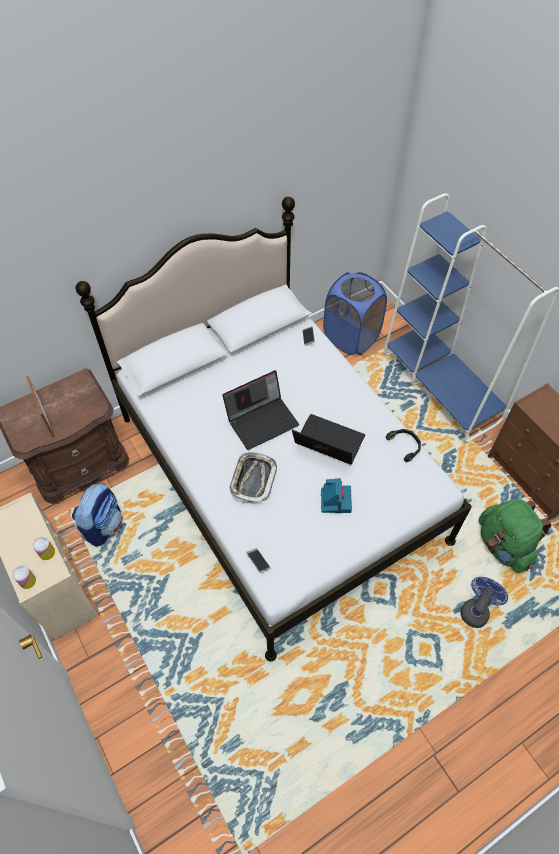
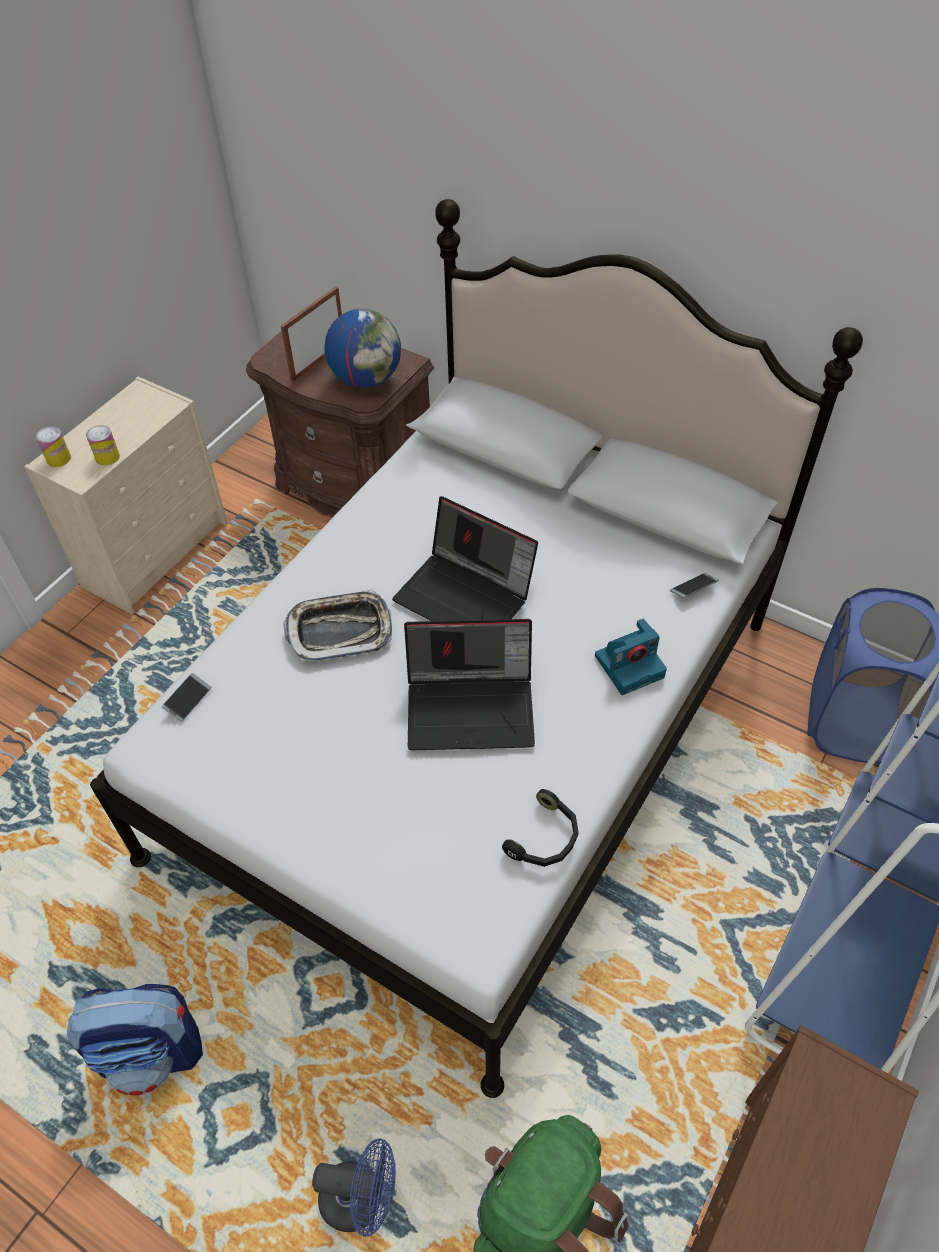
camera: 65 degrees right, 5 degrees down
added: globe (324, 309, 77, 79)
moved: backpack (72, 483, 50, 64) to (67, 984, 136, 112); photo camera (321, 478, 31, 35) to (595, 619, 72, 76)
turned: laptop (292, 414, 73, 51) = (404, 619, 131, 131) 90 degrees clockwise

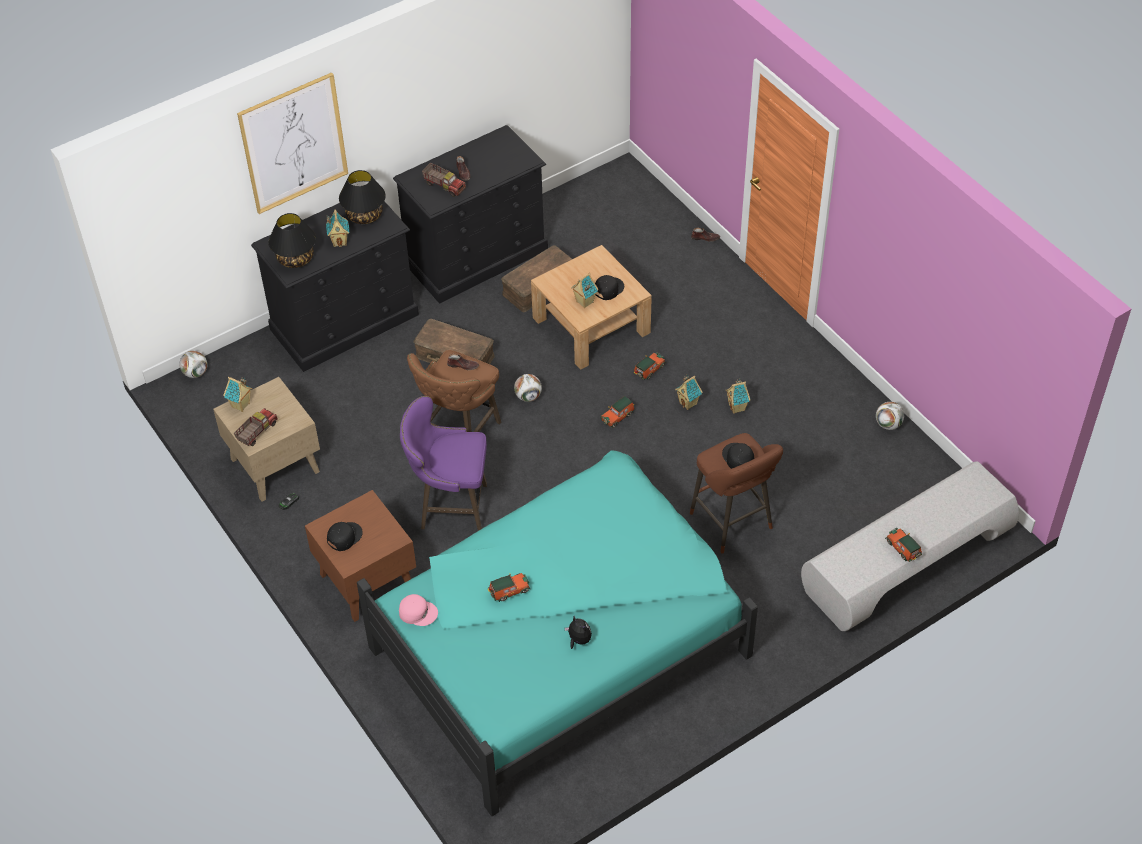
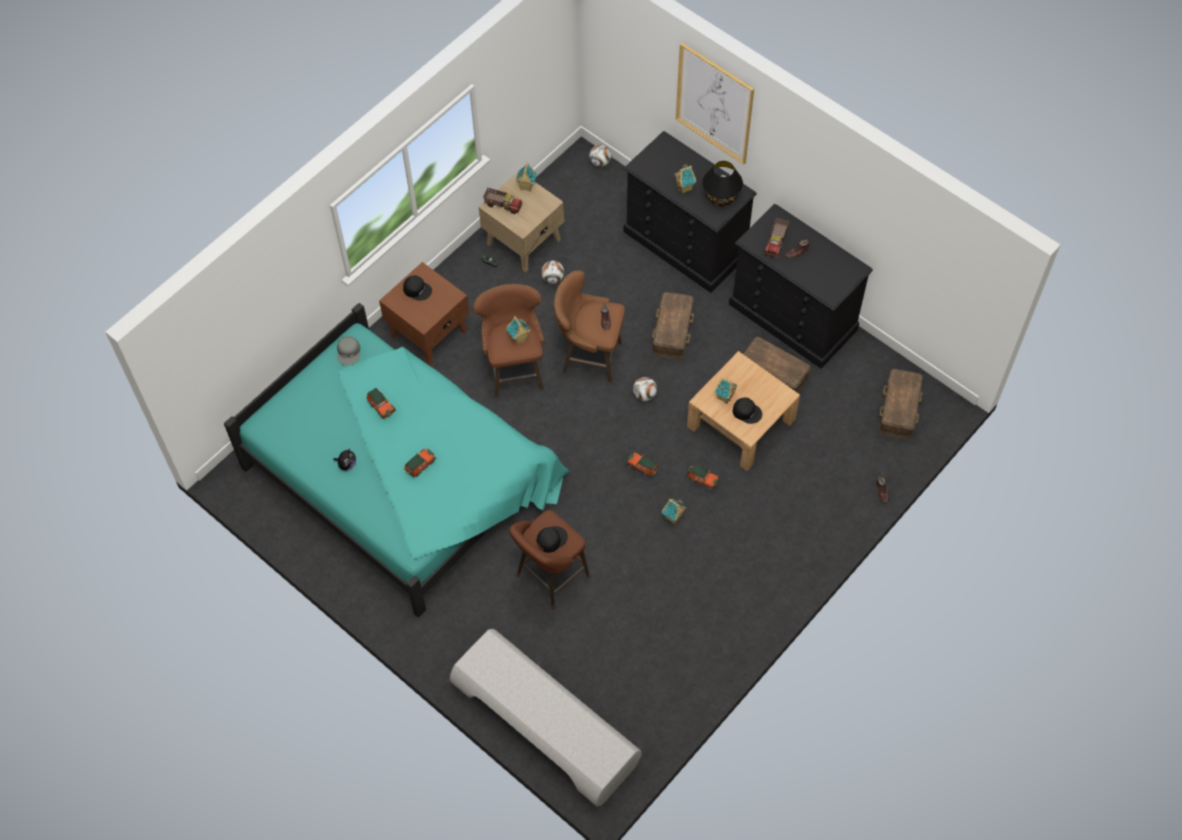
camera: 75 degrees right, 10 degrees up
removed: black table lamp (268, 213, 48, 55)
added: brown storage box (879, 369, 44, 71)
moved: toy house (726, 380, 24, 34) to (506, 316, 25, 29); football (876, 402, 28, 28) to (541, 261, 23, 23); toy car (885, 528, 37, 34) to (404, 449, 32, 28)
recoloured: pink cap (399, 594, 39, 32) to grey cap (337, 336, 23, 29); purple stool (400, 396, 87, 135) to brown stool (473, 284, 71, 113)

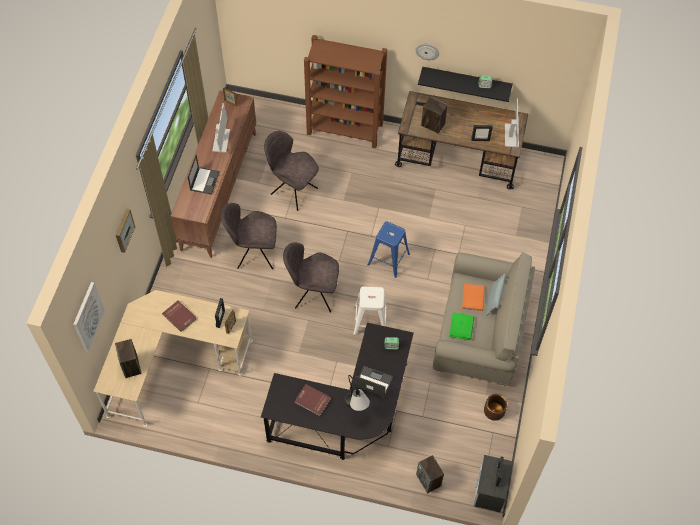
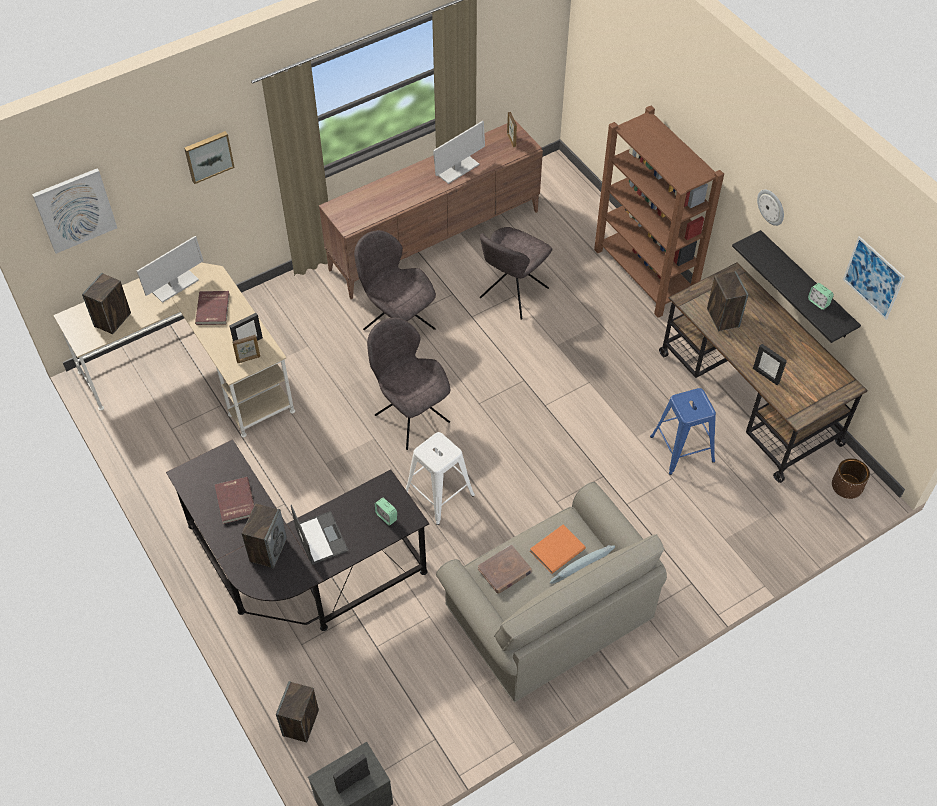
camera: 45 degrees right, 5 degrees down
removed: laptop (188, 154, 32, 41)
added: picture (843, 236, 62, 84)
moved: blue stool (368, 222, 42, 56) to (650, 388, 66, 87); brown planter (484, 394, 23, 27) to (832, 458, 38, 41); monitor (505, 98, 14, 50) to (137, 236, 66, 67)
replaced: table lamp (344, 375, 26, 36) to speaker (242, 503, 45, 66)
recoloured: green book (449, 312, 25, 28) to brown book (478, 545, 54, 49)
turned: grey chair (264, 131, 55, 80) = (480, 227, 73, 93) 135 degrees counterclockwise

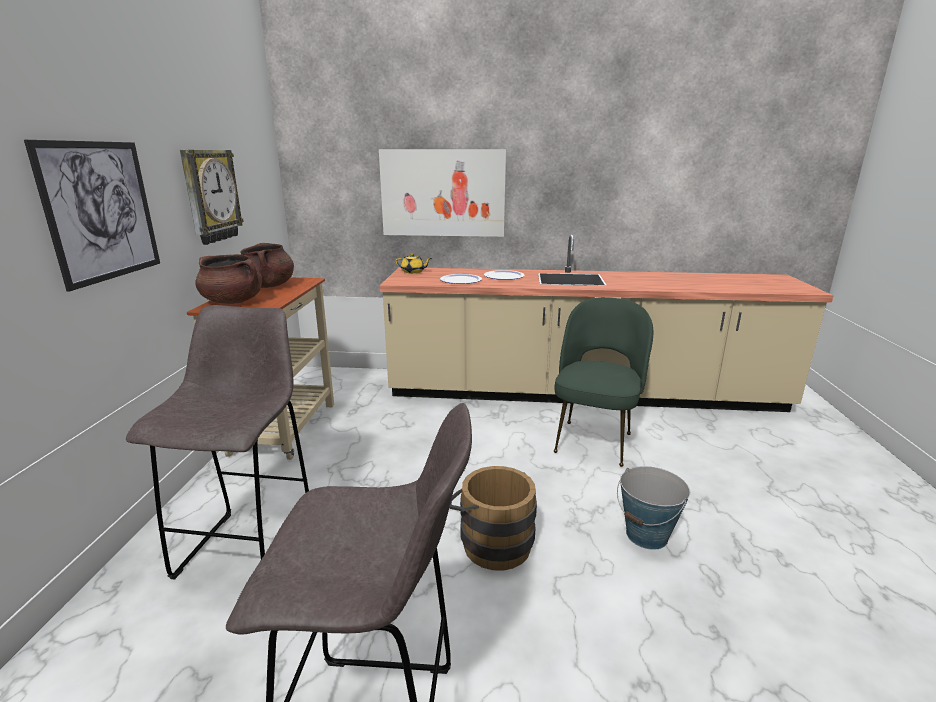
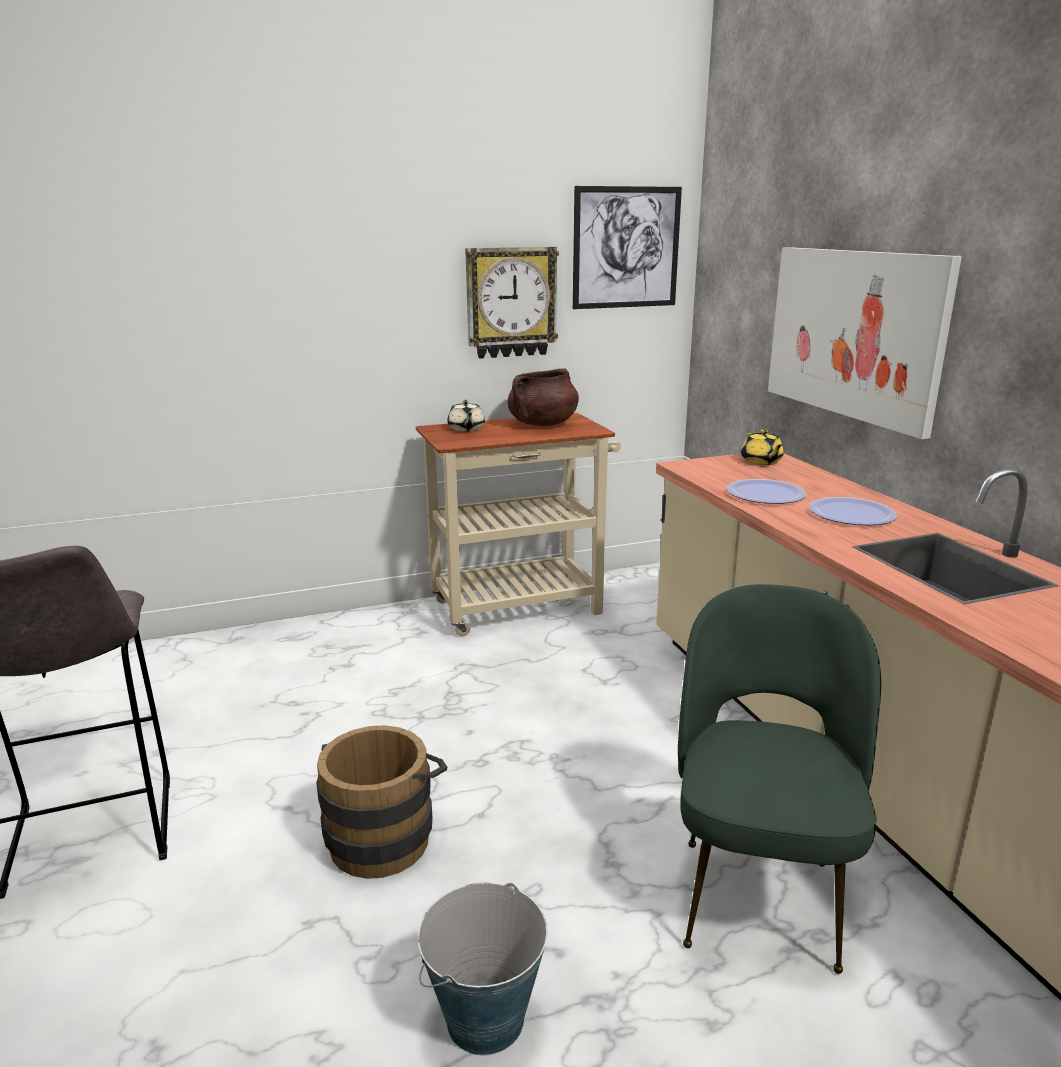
camera: 65 degrees right, 0 degrees up
removed: grey stool (126, 305, 183, 275)
moved: picture (24, 140, 136, 151) to (573, 186, 109, 123)
replaced: brown cooking pot (195, 254, 67, 50) to beige teapot (447, 400, 38, 32)
turned: green chair (554, 297, 99, 170) = (678, 584, 203, 390) 75 degrees counterclockwise

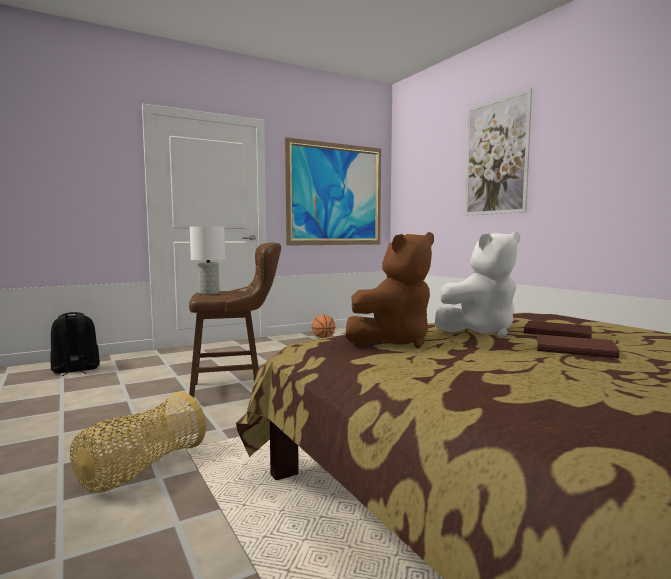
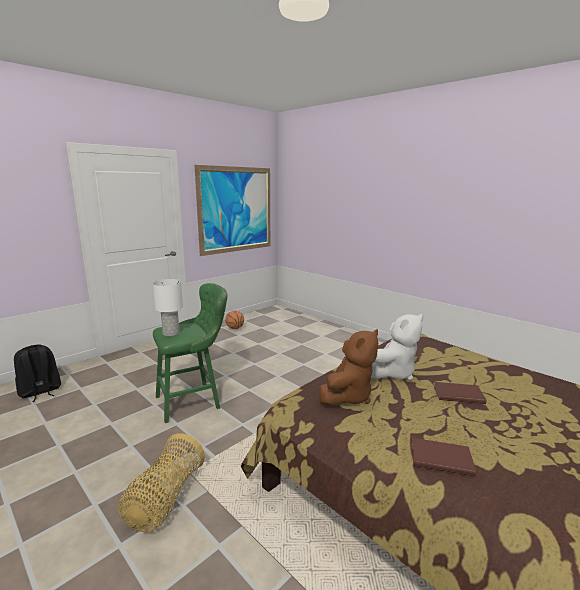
camera: 15 degrees left, 10 degrees up
removed: picture (465, 88, 67, 128)
moved: brown book (524, 321, 68, 18) to (411, 438, 65, 38)
recoloured: brown stool (188, 242, 93, 164) to green stool (153, 283, 75, 140)

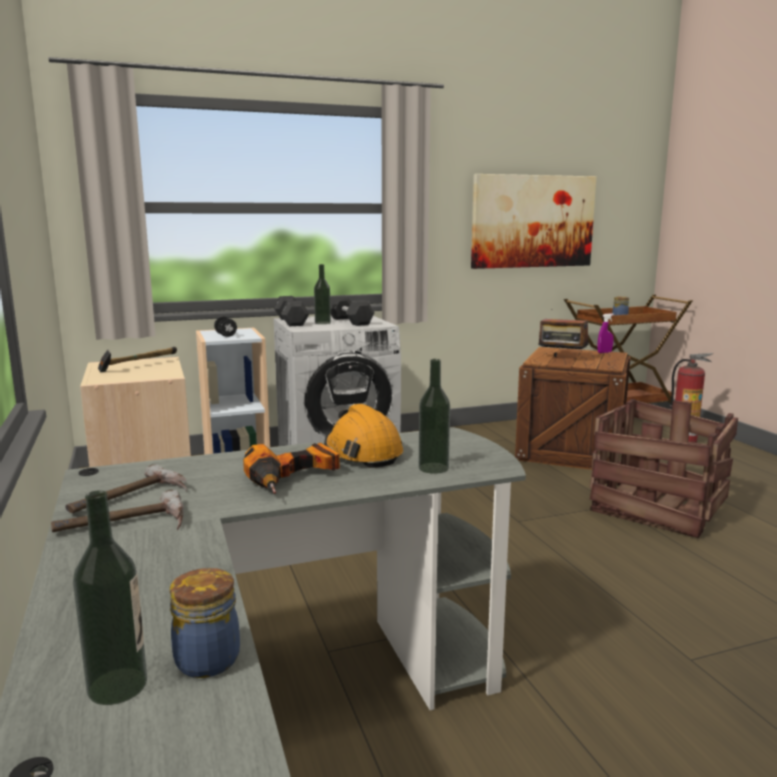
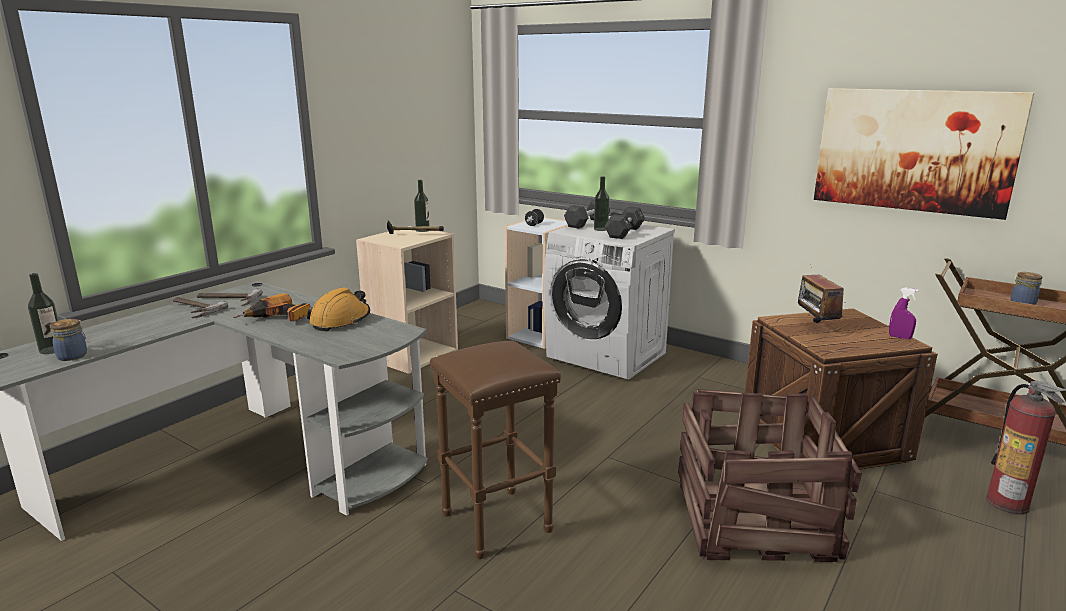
camera: 55 degrees right, 5 degrees up
added: brown stool (430, 341, 131, 218)
moved: bottle (419, 359, 31, 115) to (414, 180, 16, 52)

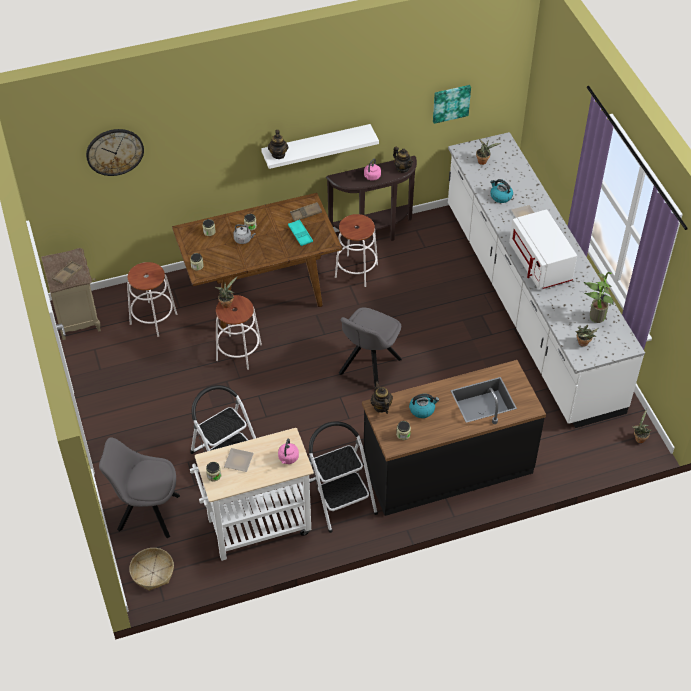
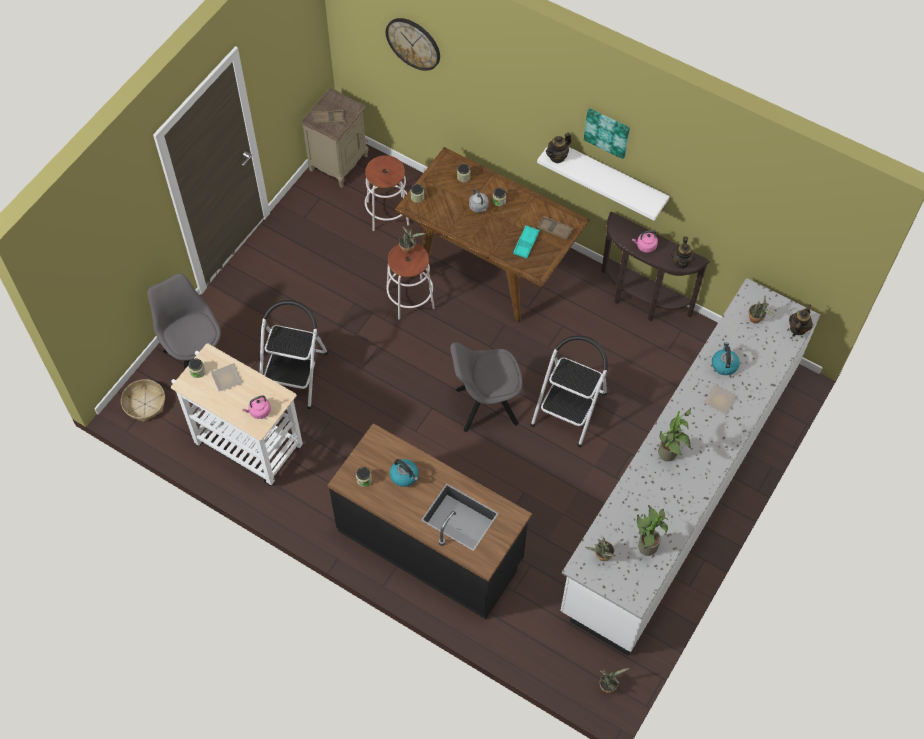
camera: 50 degrees right, 10 degrees up
removed: white stool (335, 214, 43, 73)
moved: step ladder (309, 421, 69, 112) to (530, 336, 78, 111); teapot (371, 381, 22, 33) to (789, 304, 24, 33); picture (433, 85, 38, 39) to (584, 108, 46, 51)
replaced: white microwave (509, 209, 68, 80) to potted plant (658, 408, 33, 54)

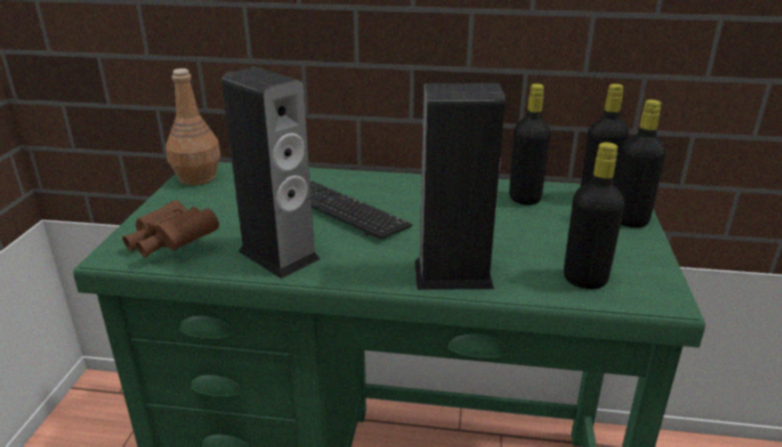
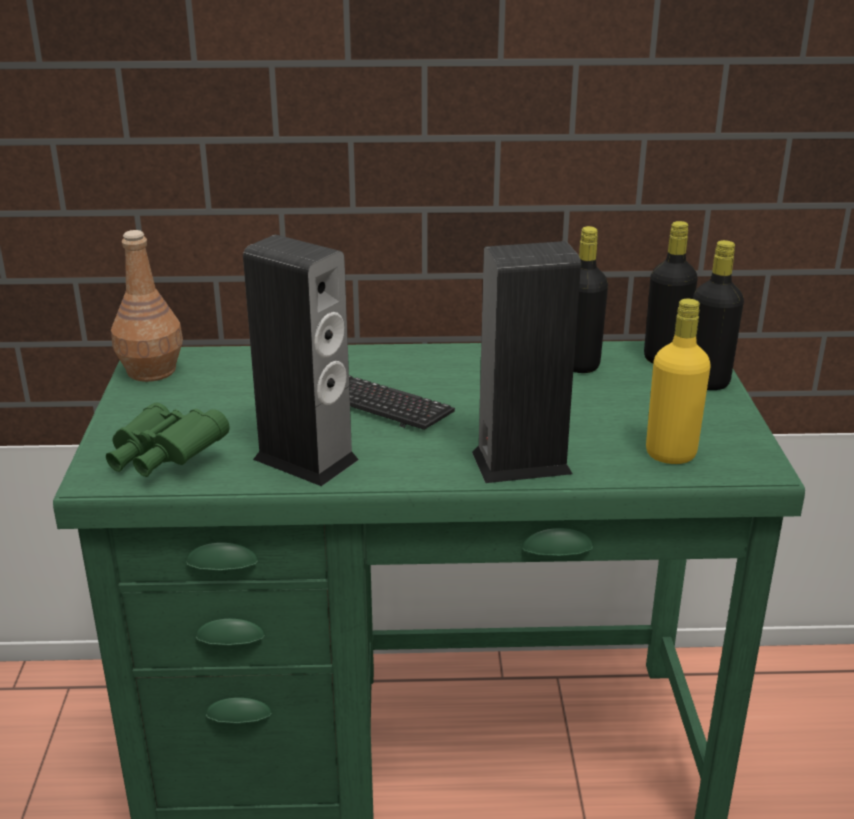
camera: 10 degrees left, 0 degrees up
recoloured: brown binoculars (123, 200, 96, 58) to green binoculars (106, 403, 124, 74); black bottle (564, 142, 61, 147) to yellow bottle (646, 299, 65, 165)

